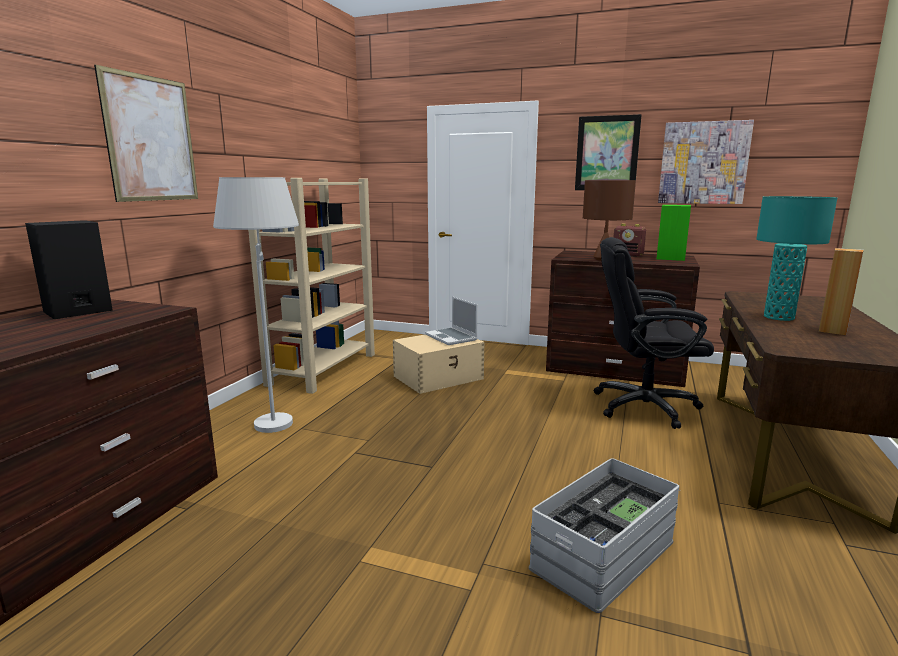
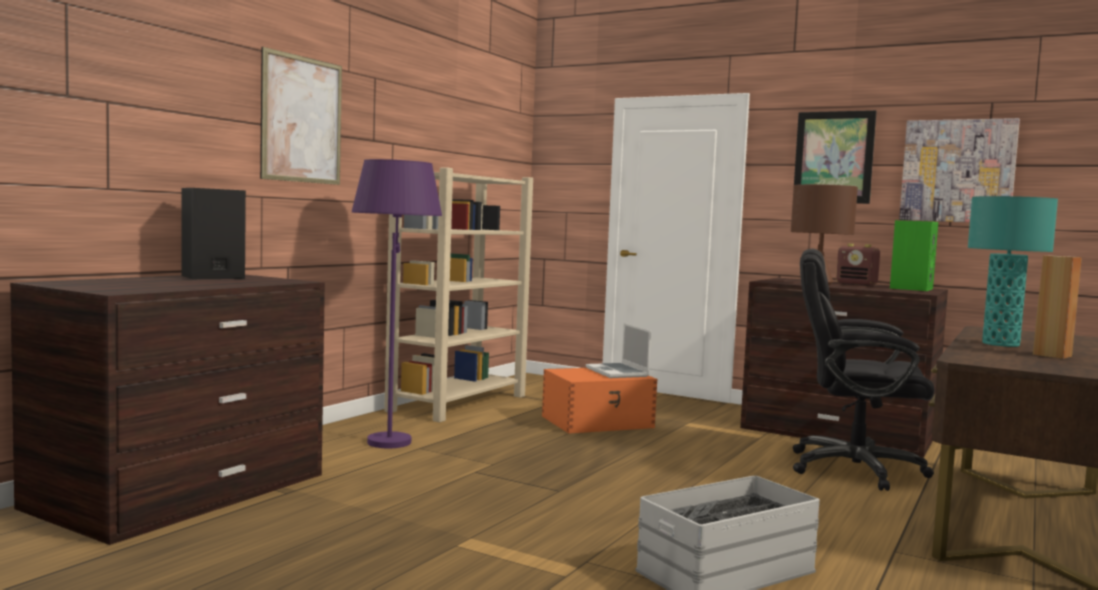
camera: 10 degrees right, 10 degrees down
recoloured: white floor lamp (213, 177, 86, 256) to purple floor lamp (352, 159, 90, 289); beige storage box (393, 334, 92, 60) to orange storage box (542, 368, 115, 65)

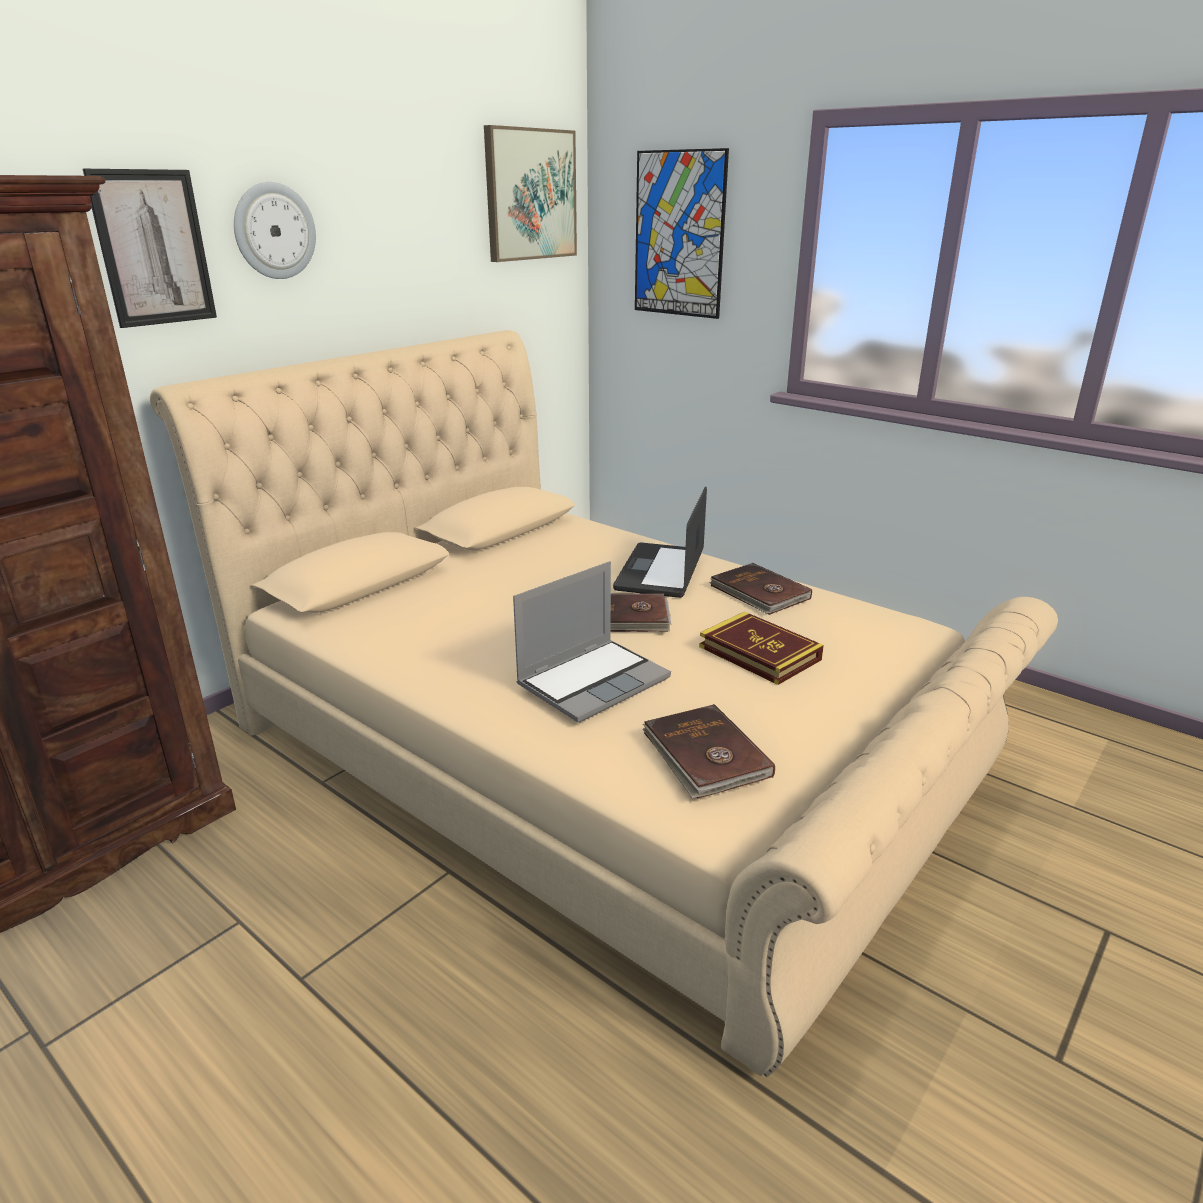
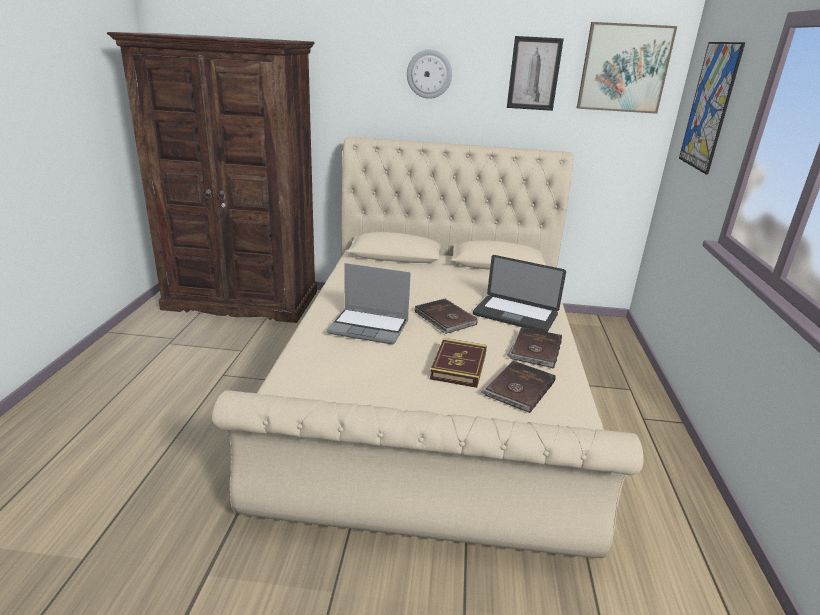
camera: 55 degrees right, 0 degrees up
moved: picture (83, 169, 134, 159) to (507, 36, 57, 75); brown book (643, 704, 132, 95) to (481, 361, 75, 52)
turned: laptop (613, 486, 94, 112) = (473, 255, 93, 77) 135 degrees counterclockwise

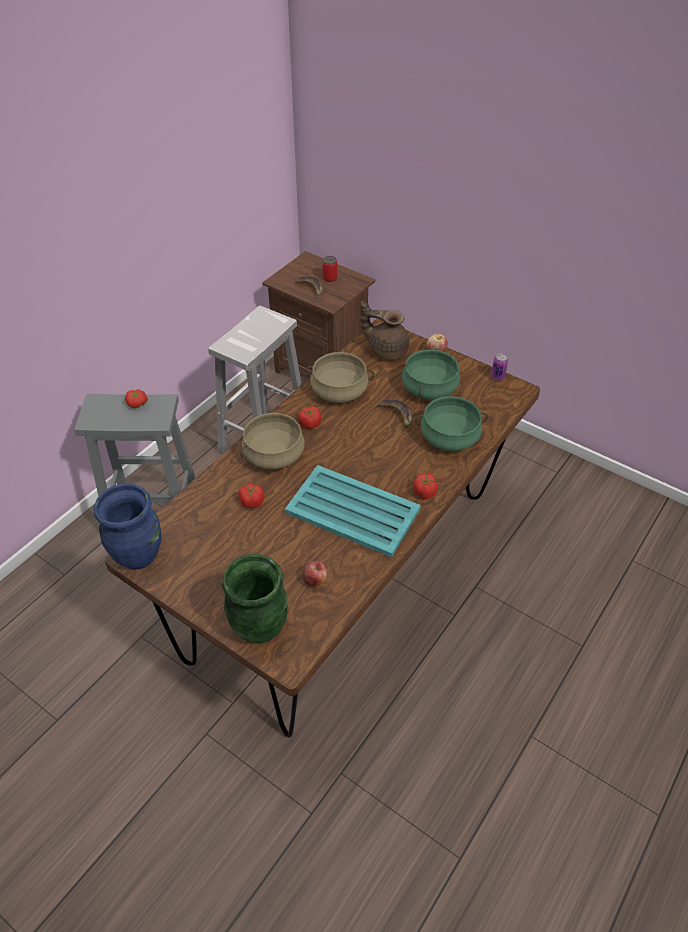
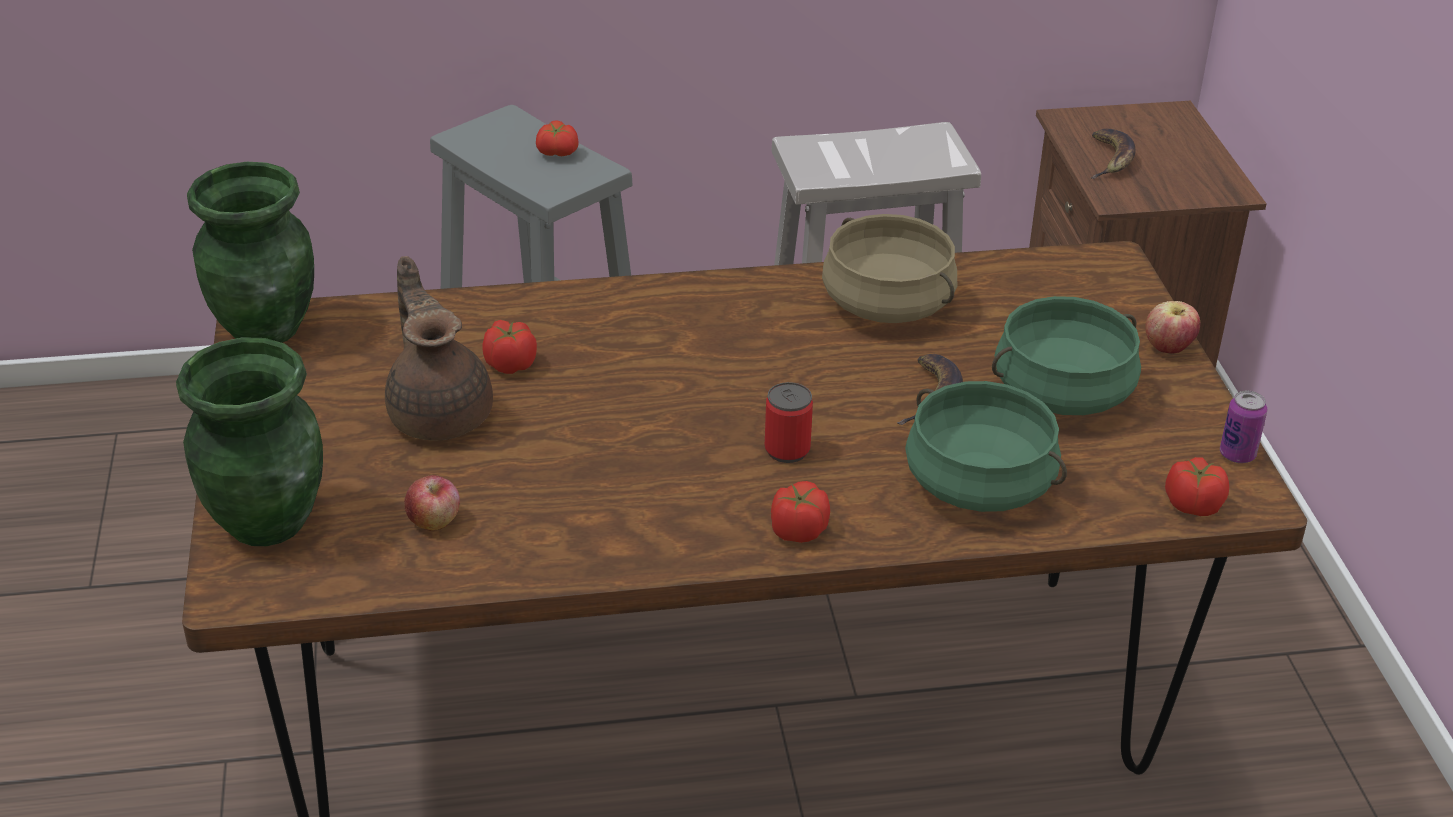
camera: 45 degrees right, 10 degrees down
removed: beige cooking pot (240, 413, 65, 56); turquoise tray (285, 465, 136, 93)
moved: tomato (298, 406, 24, 23) to (1165, 457, 64, 59); can (322, 256, 15, 26) to (765, 382, 48, 81); brown teapot (360, 301, 49, 60) to (385, 256, 108, 184)
recoloured: blue vase (93, 483, 69, 87) to green vase (187, 162, 127, 181)

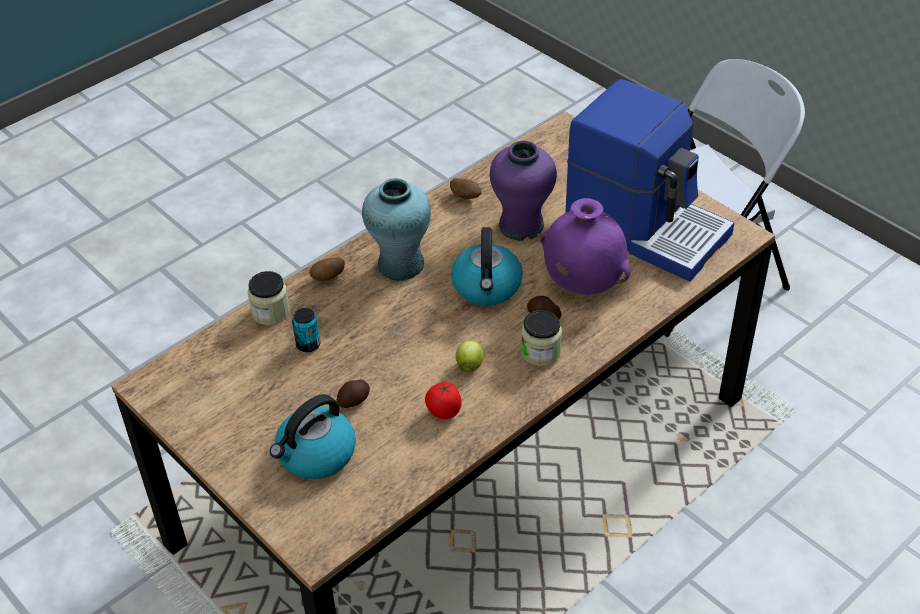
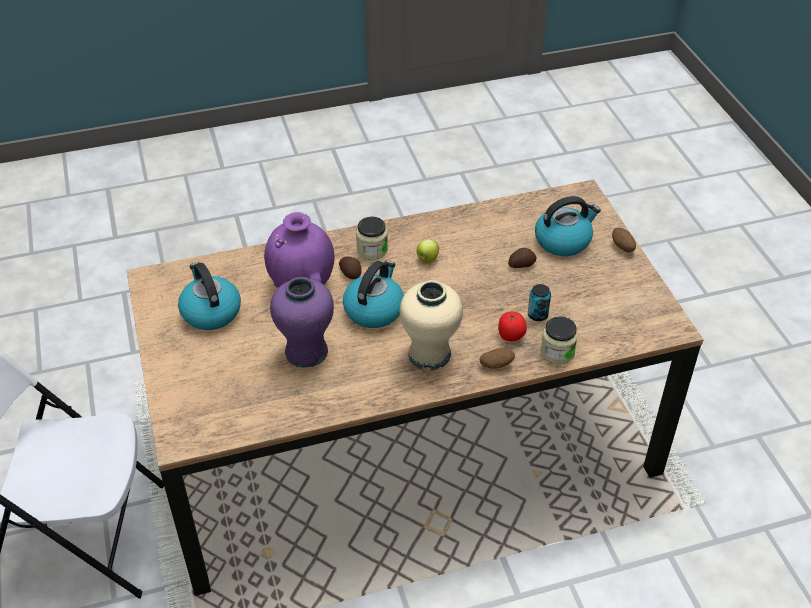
camera: 155 degrees left, 0 degrees up
moved: tomato (425, 382, 37, 37) to (498, 311, 29, 30); potato (450, 178, 32, 21) to (612, 228, 24, 24)
replaced: coffee machine (565, 79, 169, 203) to kettle (178, 262, 63, 68)
recoloured: turquoise vase (362, 178, 69, 103) to beige vase (400, 280, 63, 90)

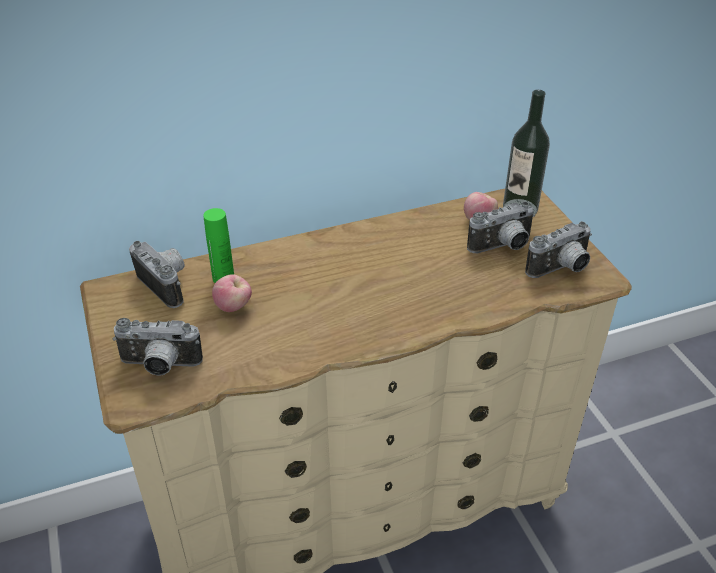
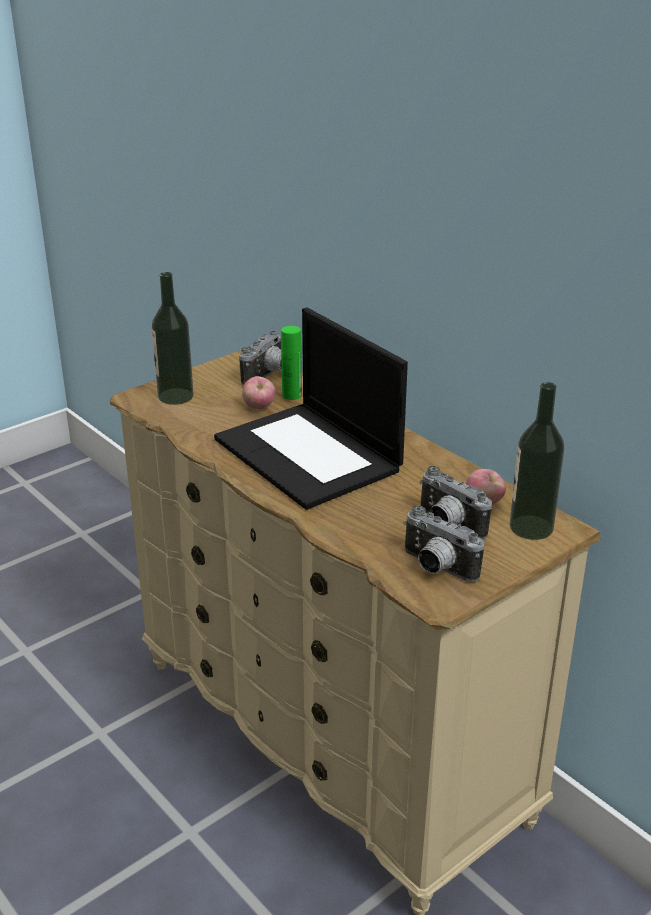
camera: 70 degrees right, 10 degrees down
added: laptop (214, 308, 194, 202)
replaced: photo camera (113, 318, 90, 58) to bottle (152, 272, 42, 133)

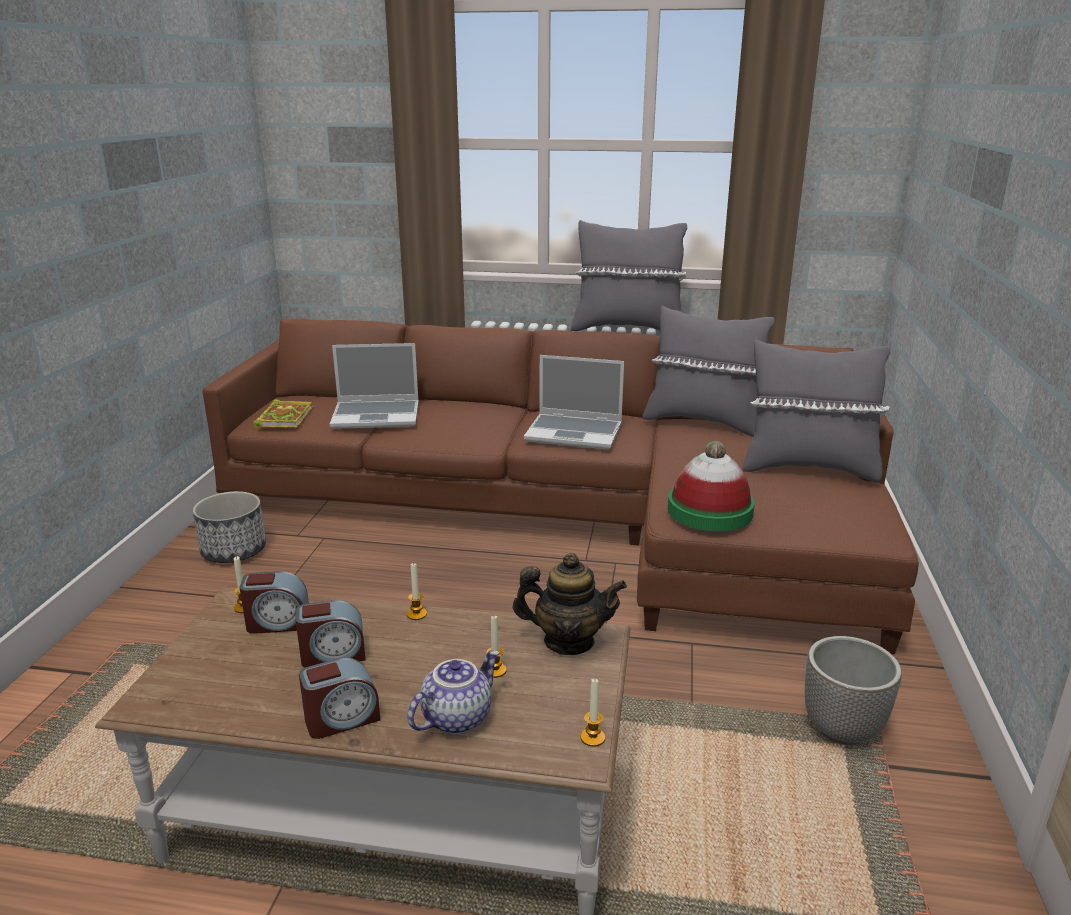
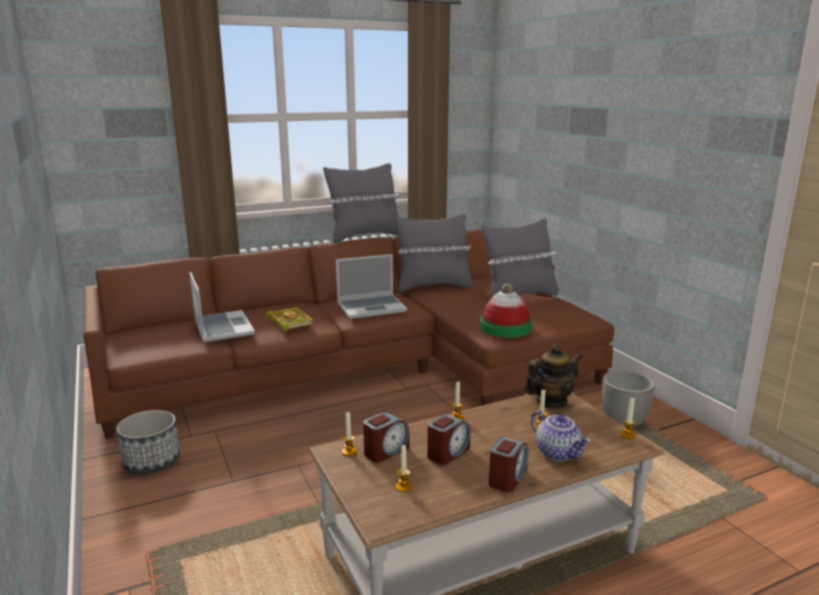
camera: 35 degrees left, 5 degrees down
added: candle (396, 444, 16, 48)
moved: book (253, 399, 60, 29) to (267, 307, 46, 24)
turned: laptop (330, 343, 89, 86) = (189, 272, 66, 70) 75 degrees counterclockwise; teapot (407, 650, 93, 84) = (531, 411, 60, 50) 135 degrees clockwise

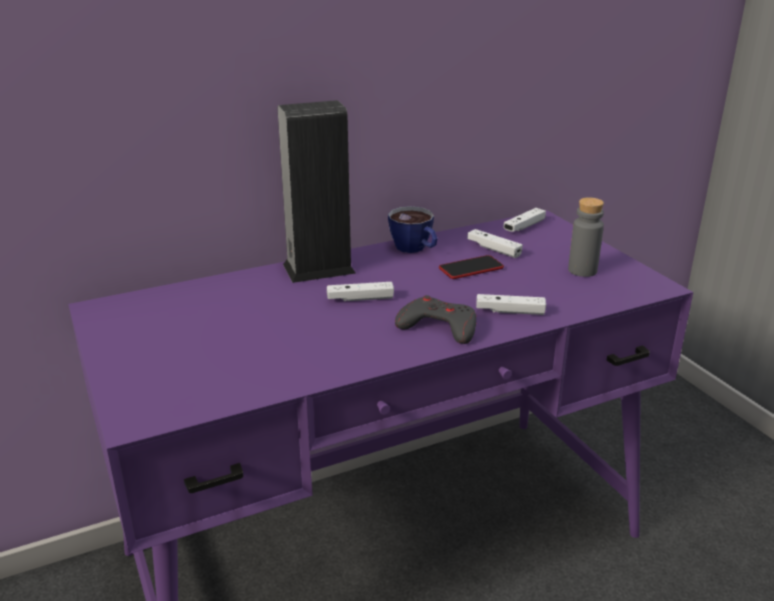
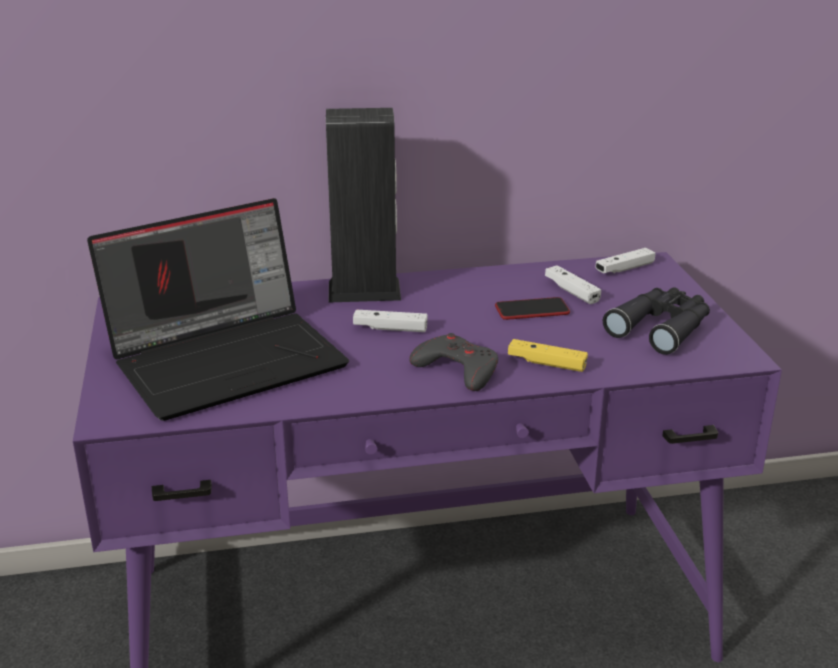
camera: 15 degrees right, 0 degrees up
removed: cup (388, 206, 49, 47)
added: laptop (87, 198, 262, 223)
replaced: grey bottle (568, 197, 36, 80) to black binoculars (603, 287, 107, 68)
recoloured: white game controller (476, 294, 70, 21) to yellow game controller (508, 339, 80, 33)

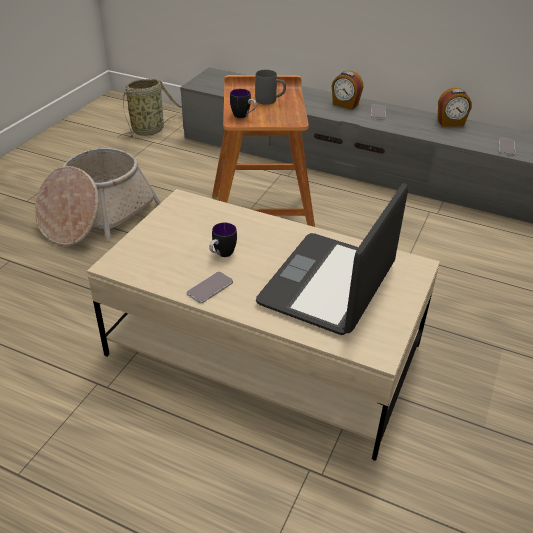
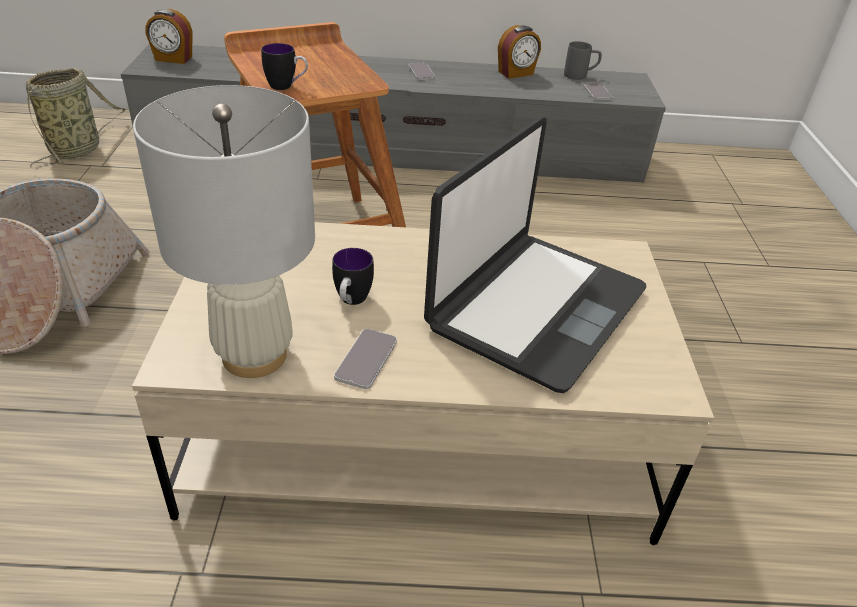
camera: 25 degrees left, 0 degrees up
added: white table lamp (133, 85, 182, 293)
moved: grey mug (255, 70, 31, 35) to (564, 41, 38, 39); alarm clock (332, 71, 31, 39) to (146, 9, 47, 55)
turned: laptop (256, 183, 152, 152) = (424, 117, 222, 276) 150 degrees counterclockwise

